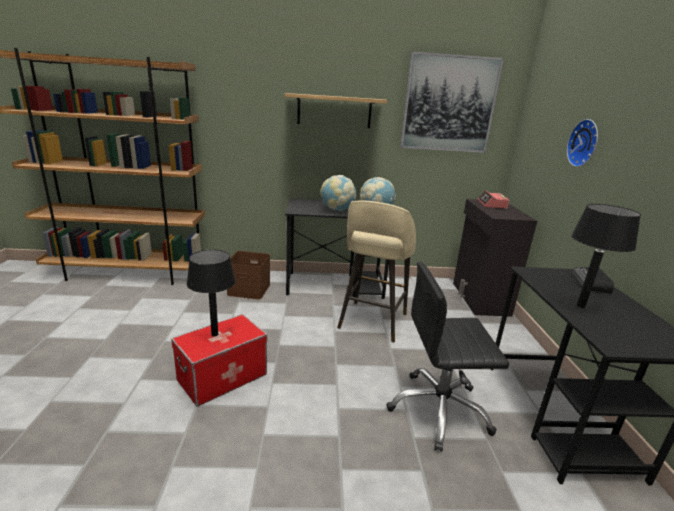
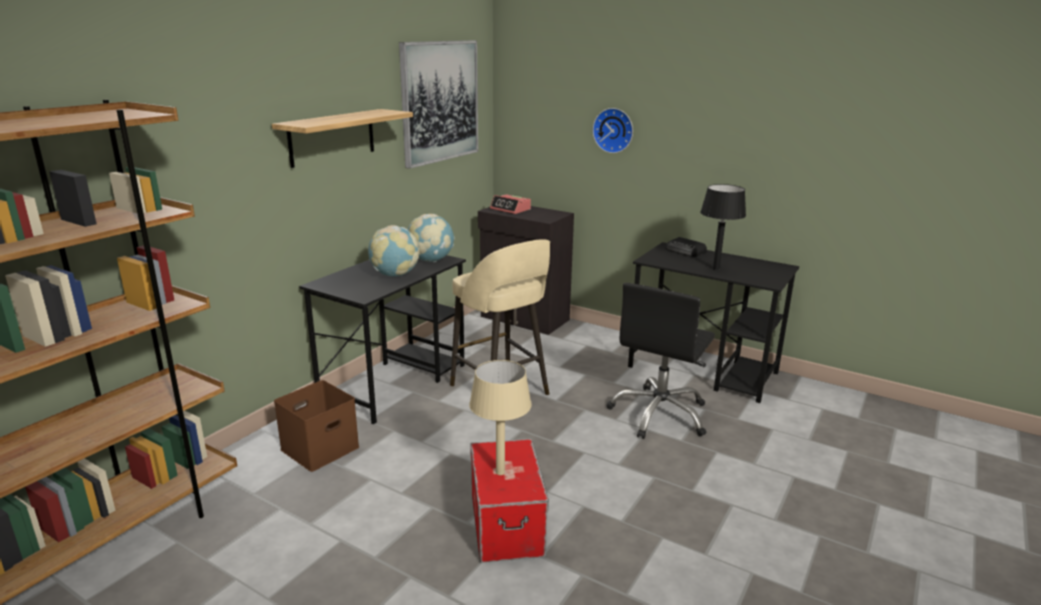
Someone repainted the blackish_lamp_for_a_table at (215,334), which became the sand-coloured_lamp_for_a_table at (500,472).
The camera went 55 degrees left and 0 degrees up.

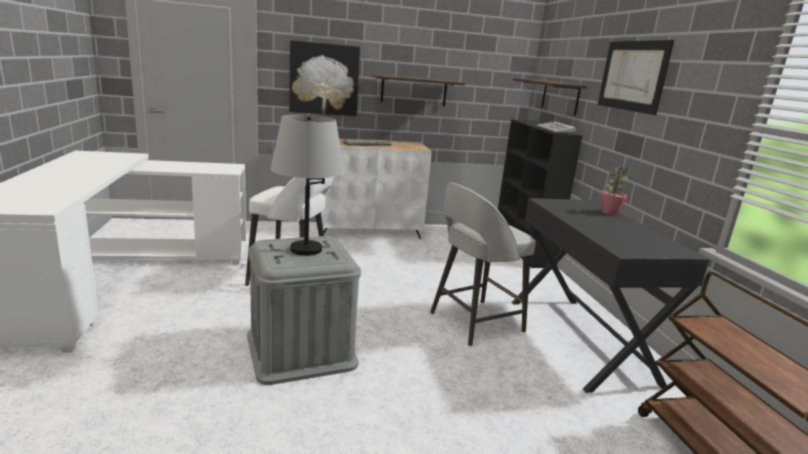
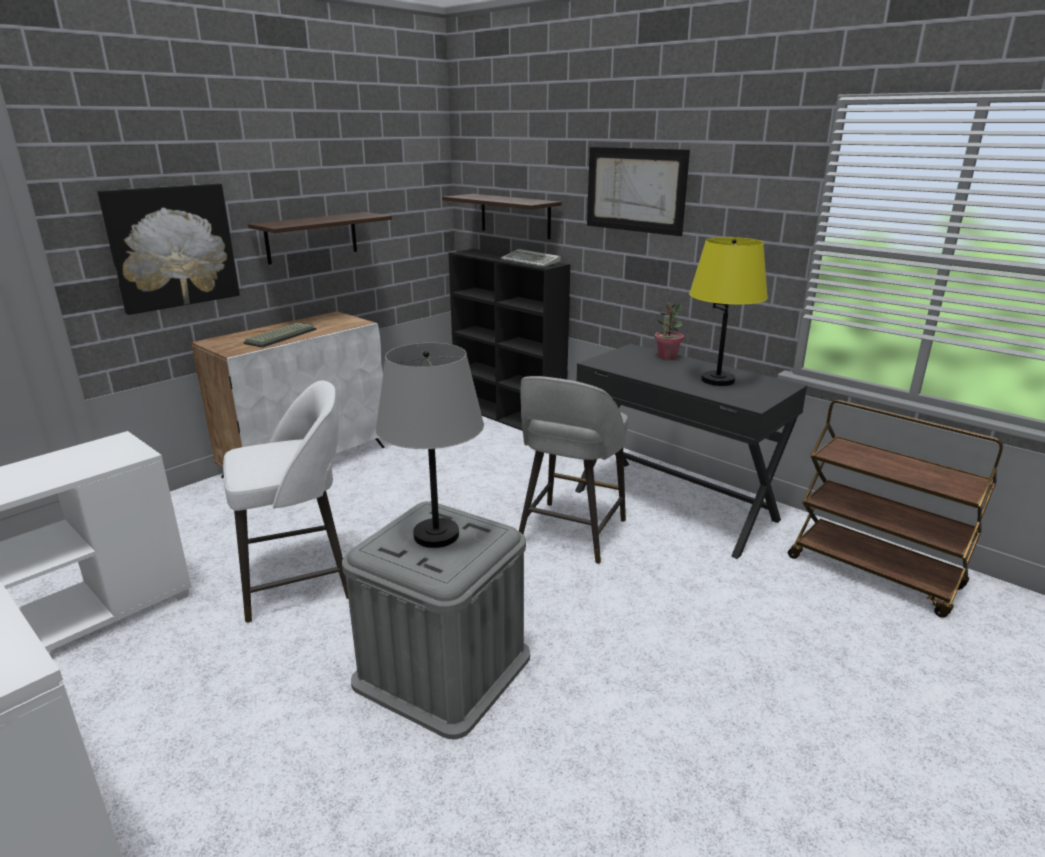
Someone put down the yellowish_lamp_for_a_table at (718,380).
The camera went 35 degrees left and 5 degrees up.

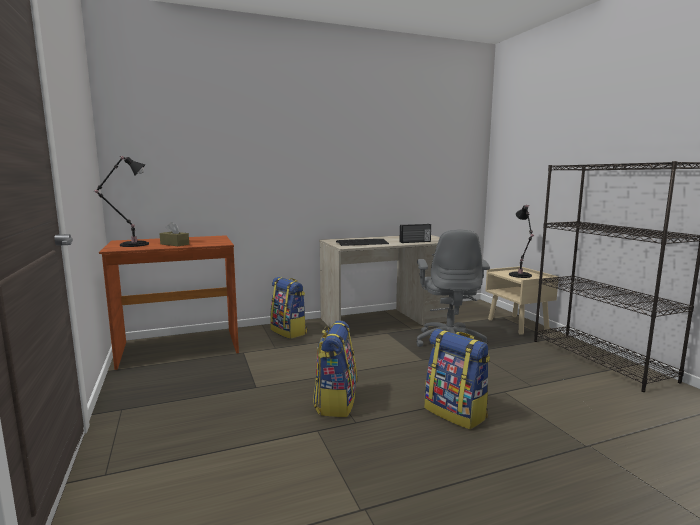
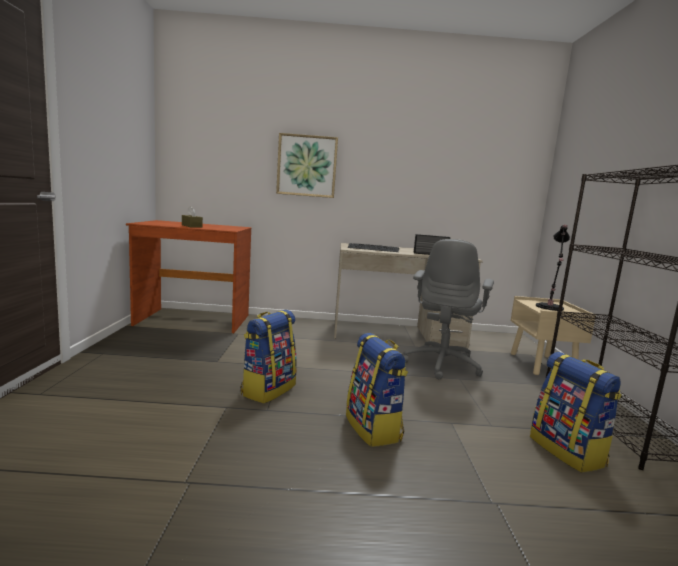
Someone put up the wall_art at (307,166).
Someone carried the knapsack from (289,332) to (568,451).
Someone took away the blackish_lamp_for_a_table at (131,245).
The camera went 20 degrees right and 0 degrees up.

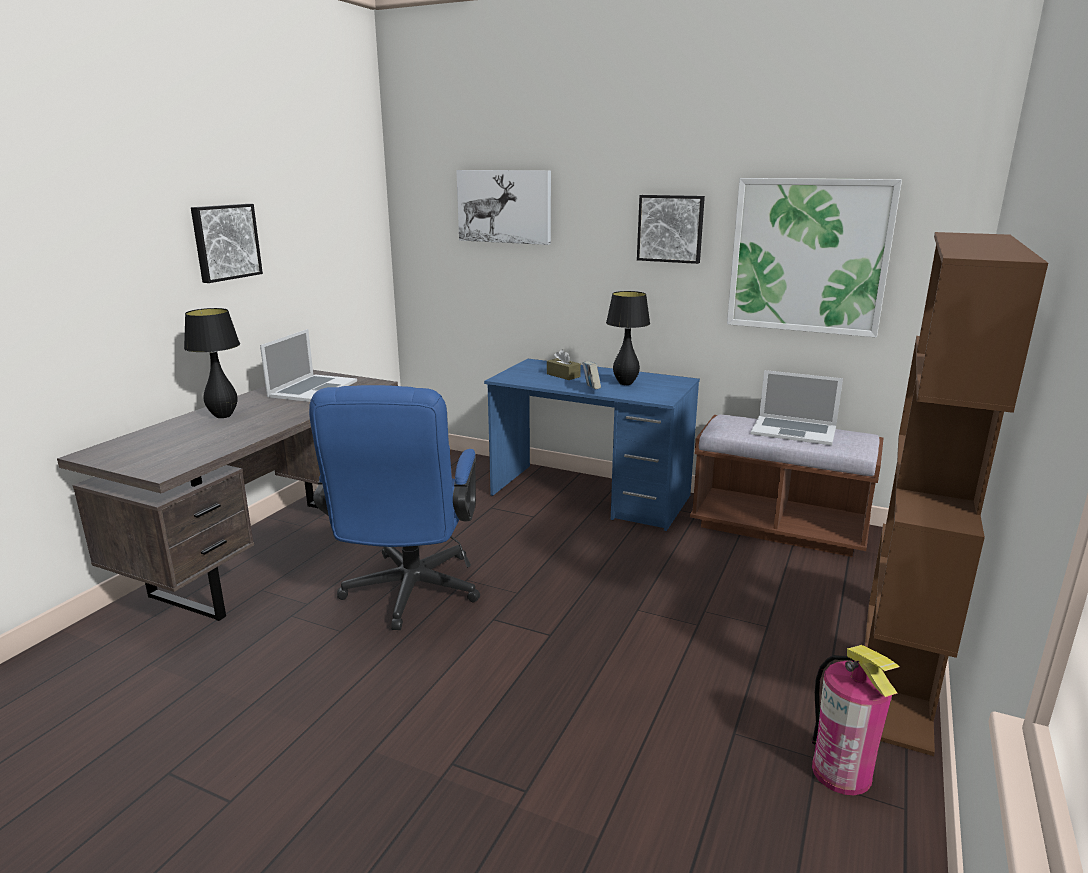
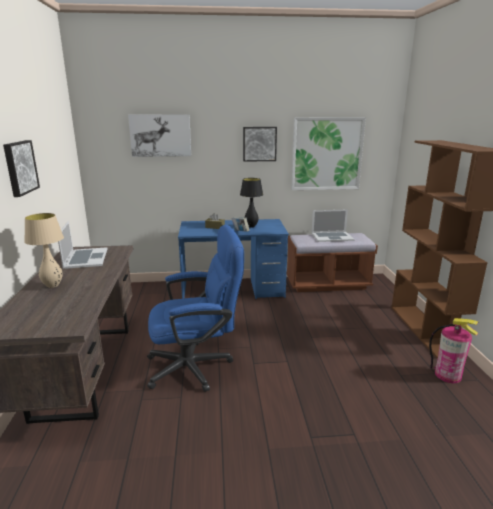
Someone repainted the blackish_lamp_for_a_table at (223,416), which became the sand-coloured_lamp_for_a_table at (53,286).
Someone rotated the blue-coloured_desk_chair at (408,596) by 75 degrees counterclockwise.
The camera went 30 degrees left and 0 degrees up.

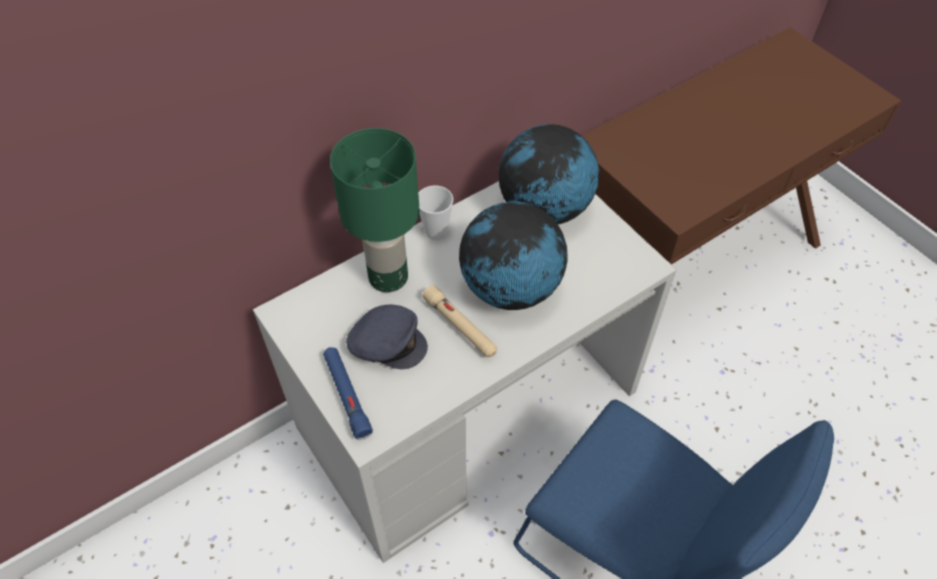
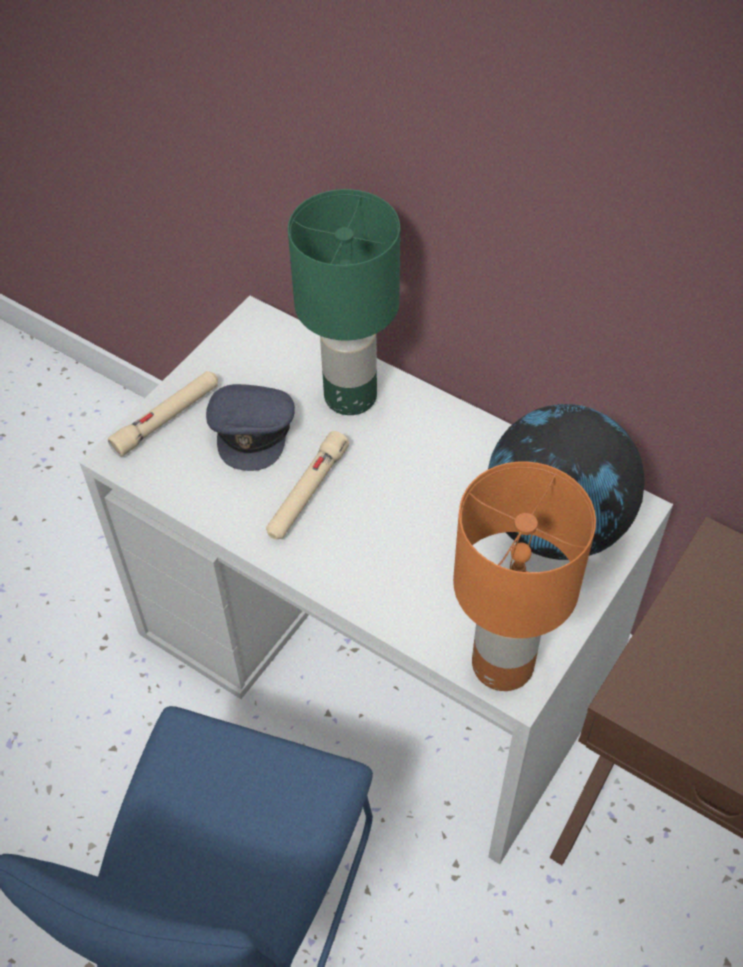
Someone repainted the blue-coloured_hand_torch at (347,395), which became the sand-coloured_hand_torch at (167,418).
Someone put down the orangey_lamp_for_a_table at (503,666).
Someone took away the small_cup at (436,232).
Someone took away the world_globe at (510,288).
The camera went 70 degrees right and 0 degrees up.

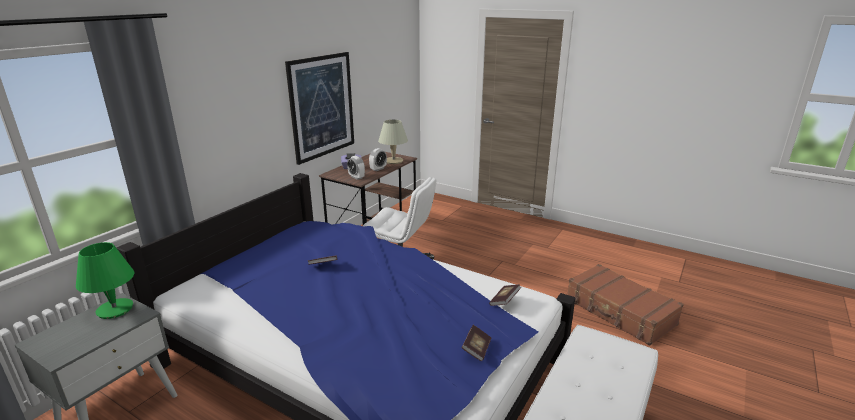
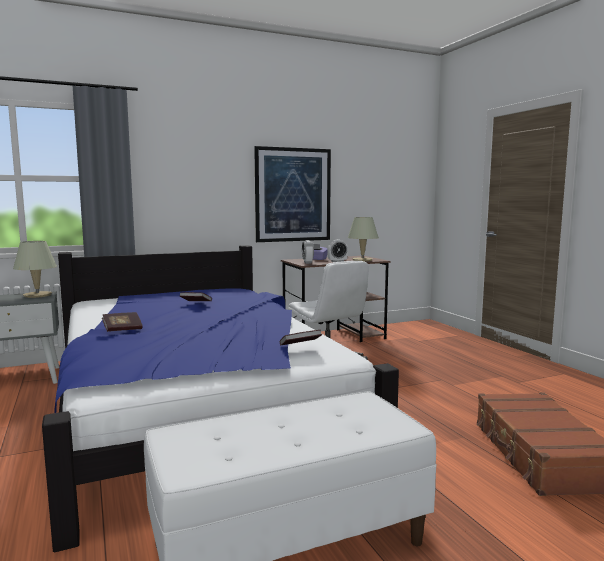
Someone repainted the green_lamp_for_a_table at (115,309), which became the sand-coloured_lamp_for_a_table at (38,295).
Someone carried the volume from (476,349) to (122,329).
The camera went 35 degrees right and 15 degrees down.

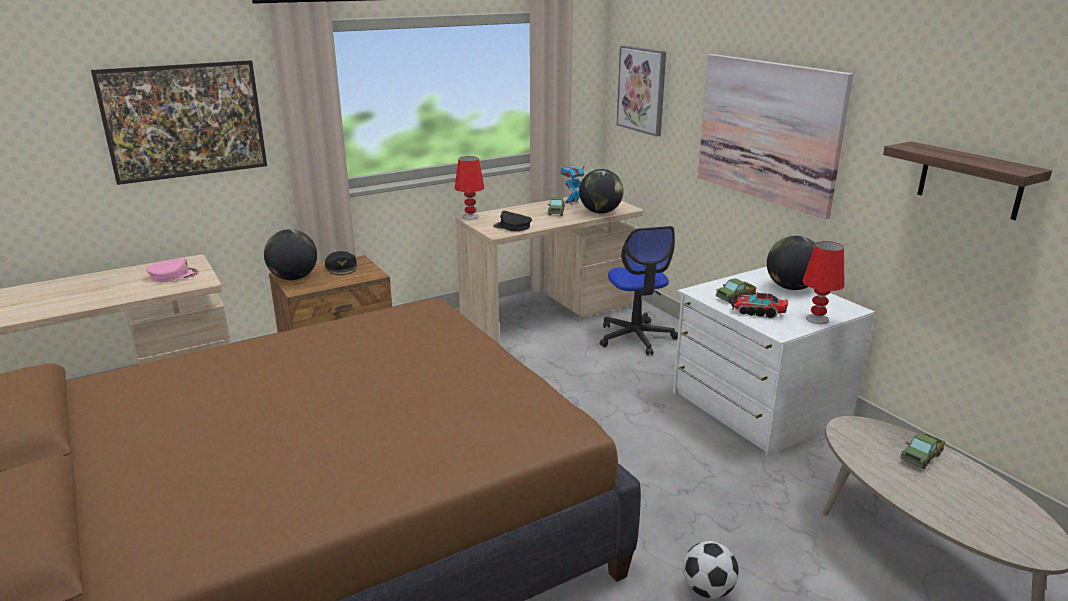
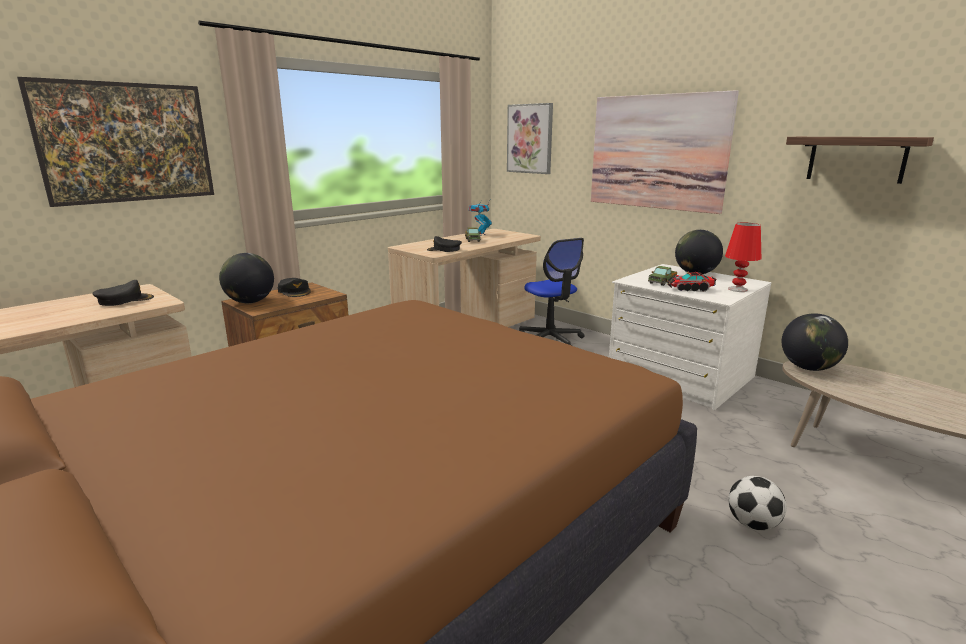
Someone repainted the pink-coloured_cap at (173,275), which became the blackish_cap at (125,300).
Someone carried the world_globe from (600,212) to (808,368).
Someone took away the red_lamp_for_a_table at (470,217).
Someone took away the toy_lorry at (921,457).
The camera went 15 degrees left and 5 degrees down.

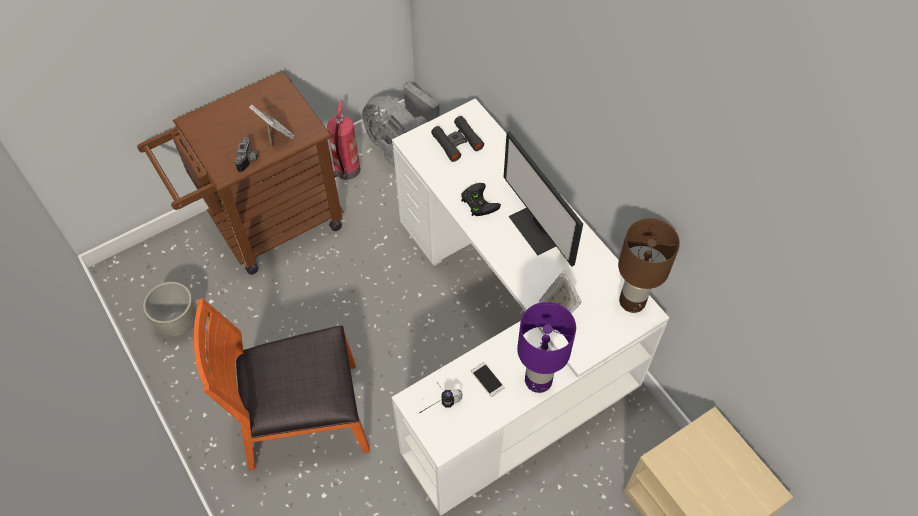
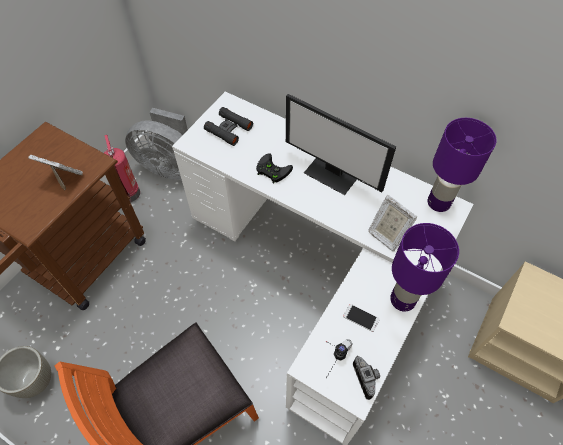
Someone carried the still_camera from (250,160) to (368,378).
Someone repainted the brown-coloured_lamp_for_a_table at (631,302), which became the purple-coloured_lamp_for_a_table at (438,203).
The camera went 25 degrees left and 0 degrees up.

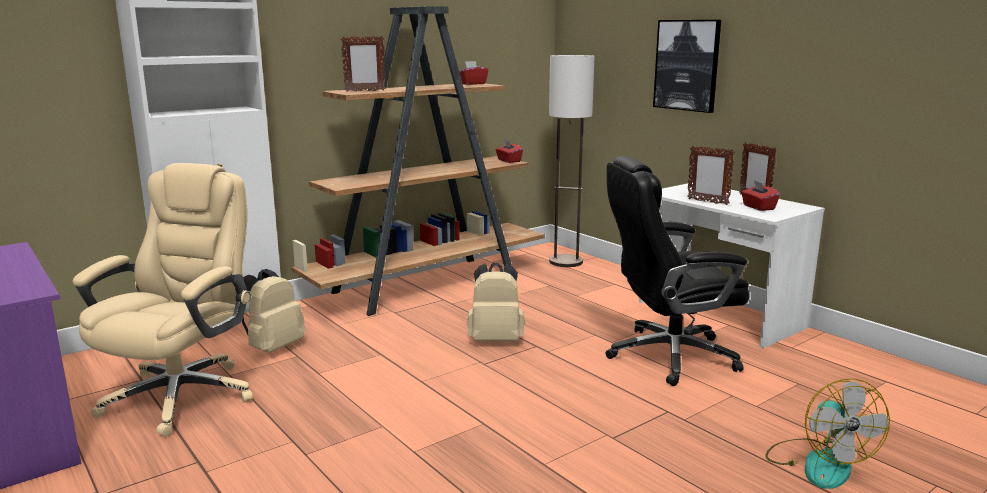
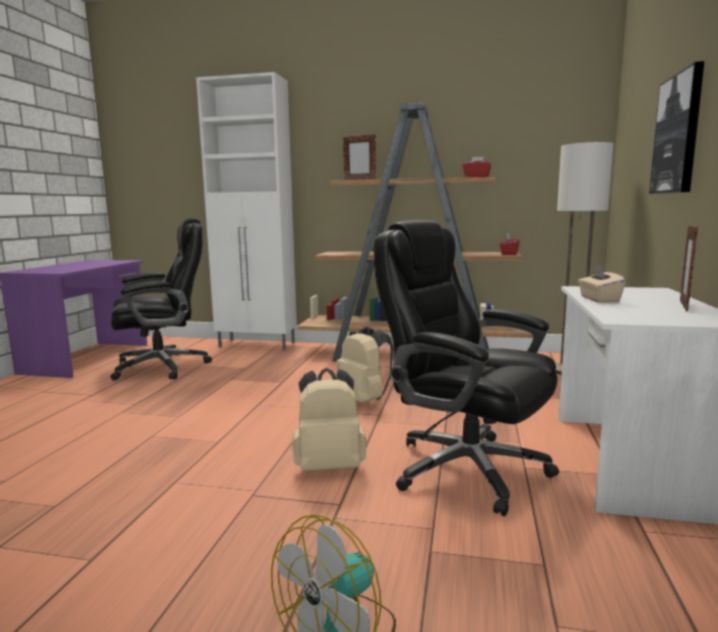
Someone repainted the sand-coloured_desk_chair at (182,395), which became the blackish_desk_chair at (163,367).
Someone carried the sand-coloured_knapsack from (273,347) to (329,466).
Someone swapped the picture_frame at (707,202) for the sand-coloured_tissue_holder at (599,299).
Someone took away the red_tissue_holder at (758,207).
The camera went 50 degrees right and 5 degrees down.

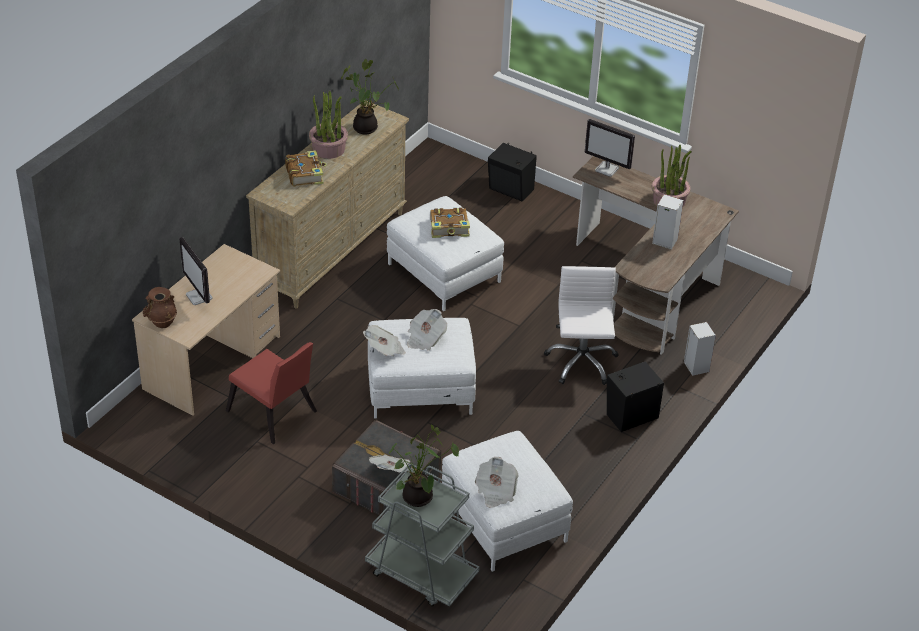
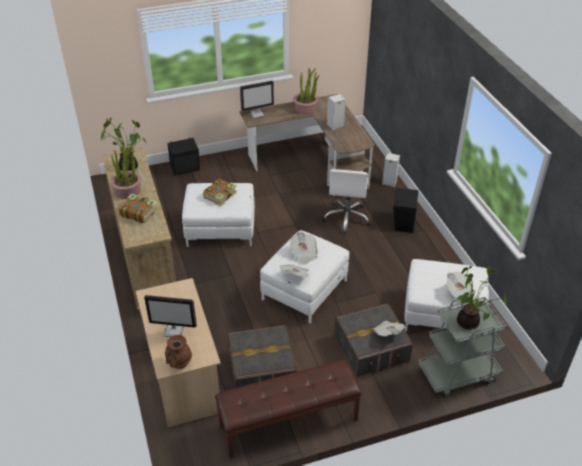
Someone put down the brown-coloured_indoor_bench at (288,423).
Someone swapped the red_plain_chair at (274,415) for the gray_storage_bin at (262,369).
Someone rotated the white_desk_chair at (581,362) by 120 degrees counterclockwise.
The camera went 50 degrees left and 0 degrees up.

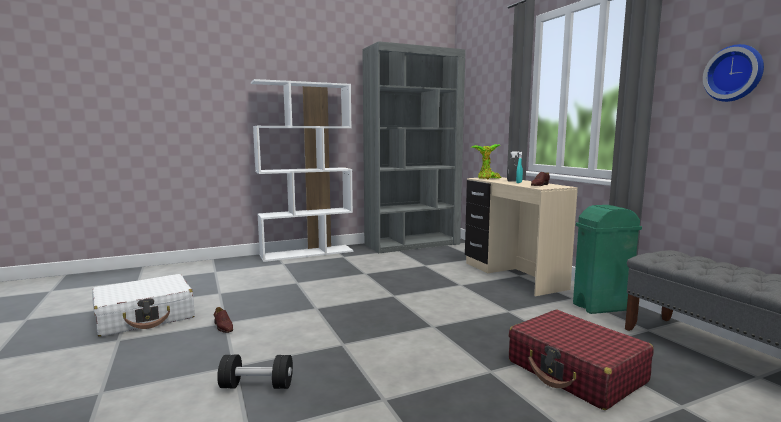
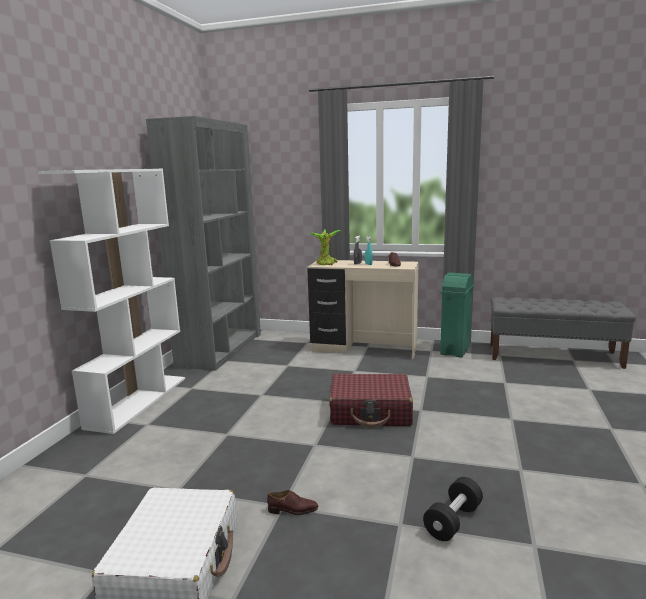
Someone carried the red_travel_case from (576,372) to (370,412).
Someone took away the hanging_clock at (734,73).
The camera went 50 degrees left and 5 degrees up.

